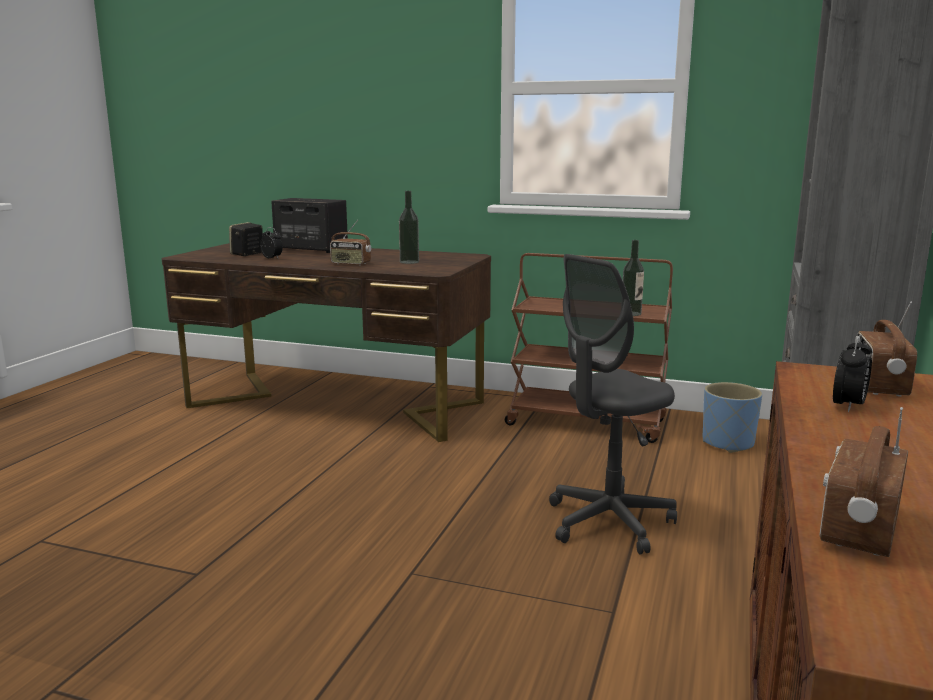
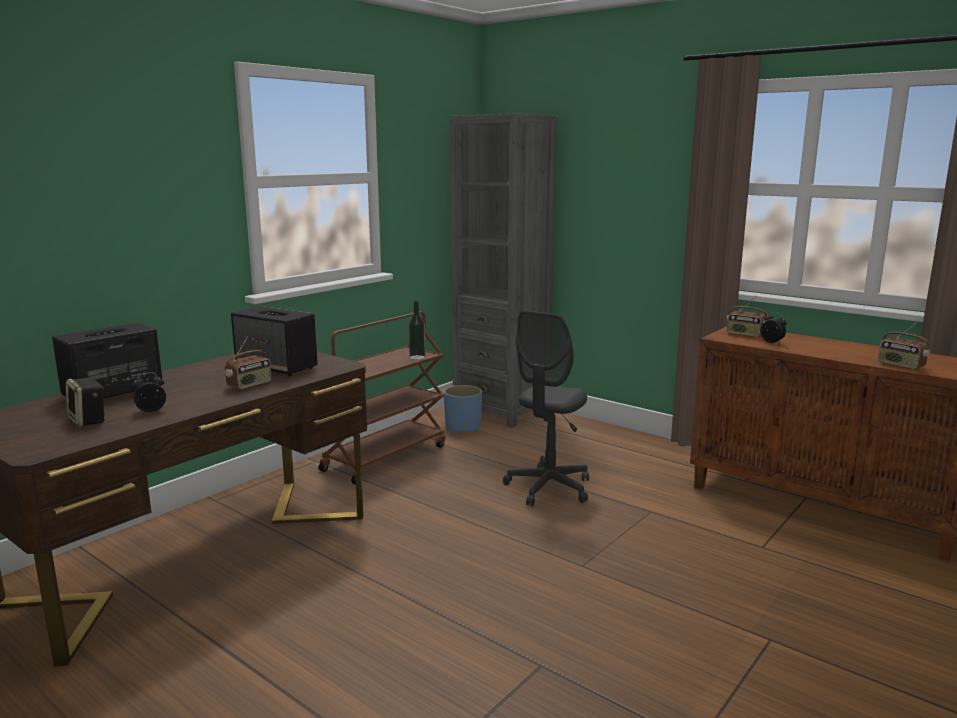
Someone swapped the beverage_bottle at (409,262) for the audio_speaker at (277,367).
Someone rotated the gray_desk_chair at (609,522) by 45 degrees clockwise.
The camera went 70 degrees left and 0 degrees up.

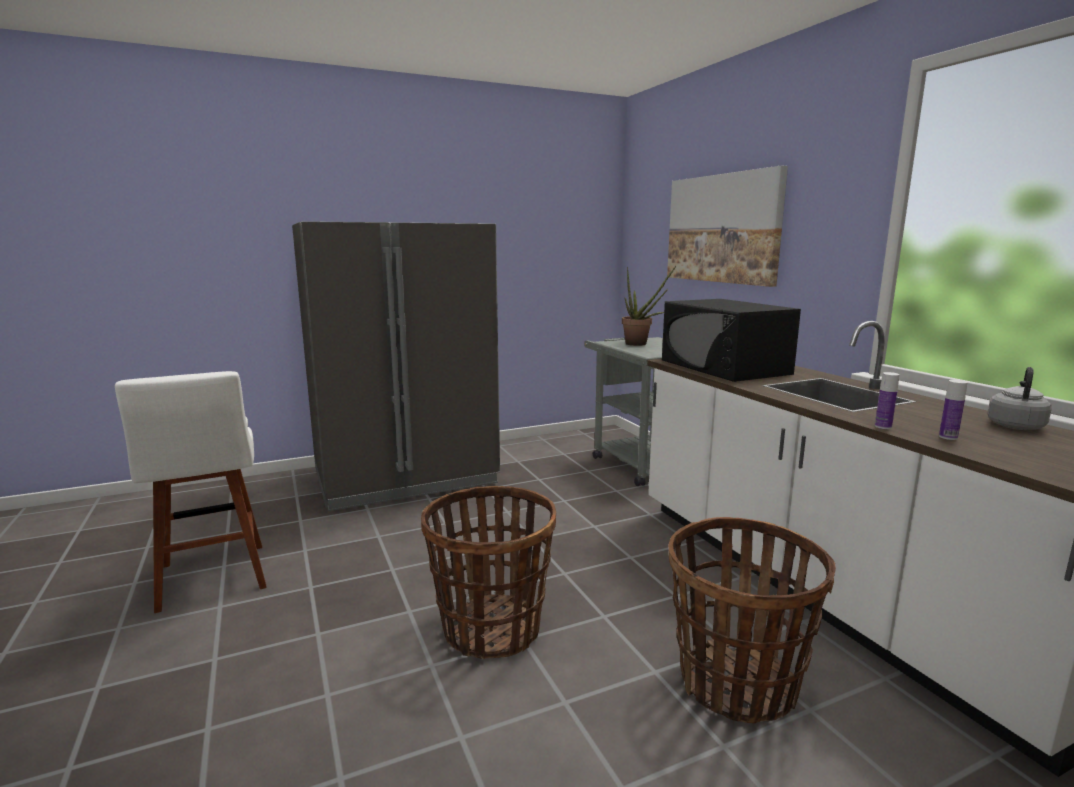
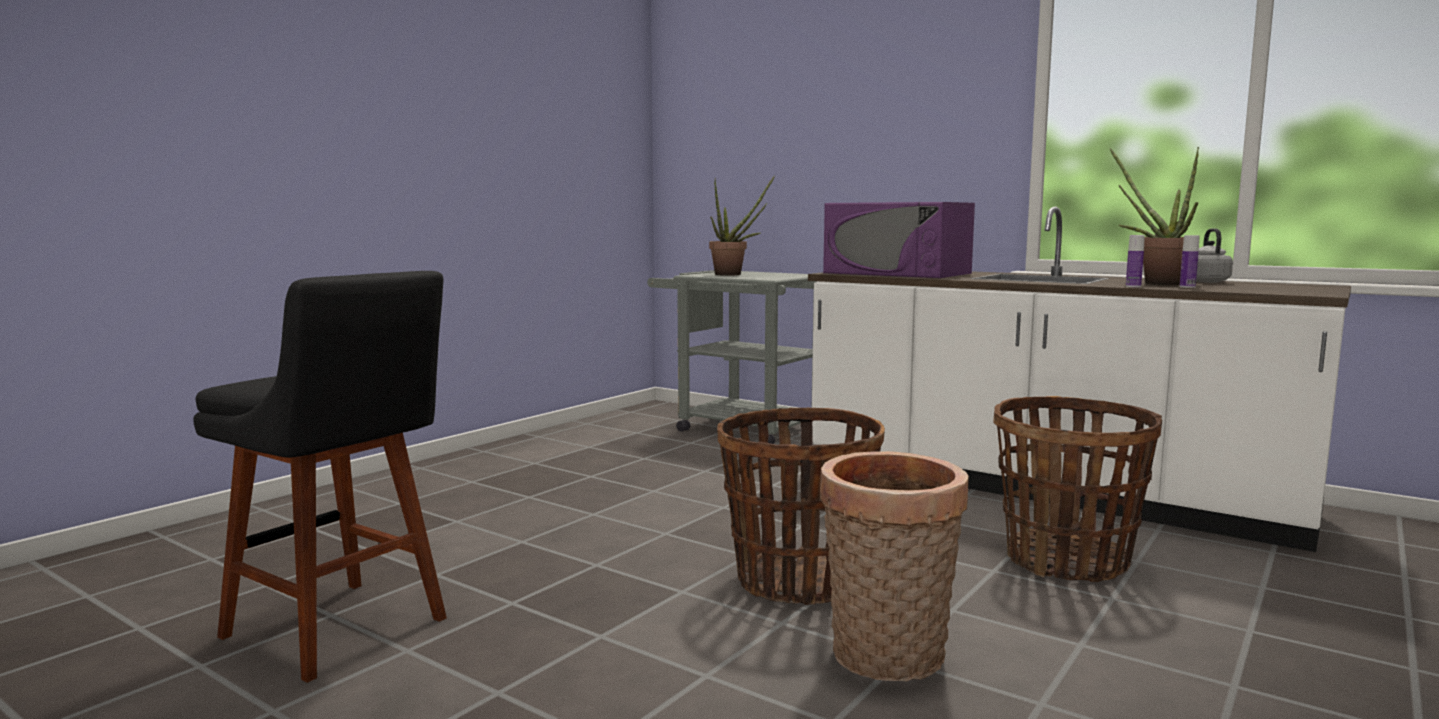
Someone repainted the white_stool at (213,579), which became the blackish_stool at (341,631).
Someone put down the basket at (887,660).
Someone repainted the blackish_microwave at (724,367), which became the purple-coloured_microwave at (897,273).
Someone put down the houseplant at (1155,283).
Someone took away the gray_refrigerator at (405,477).
Someone took away the wall_art at (722,228).
The camera went 30 degrees left and 5 degrees down.

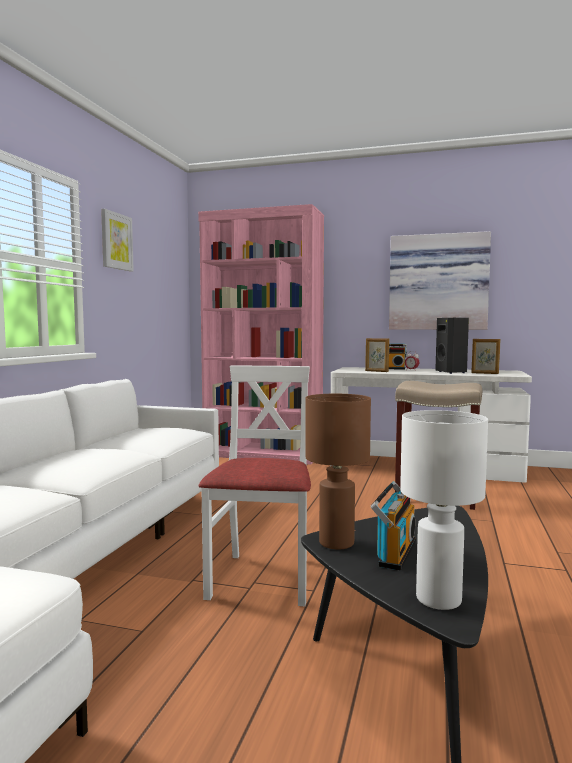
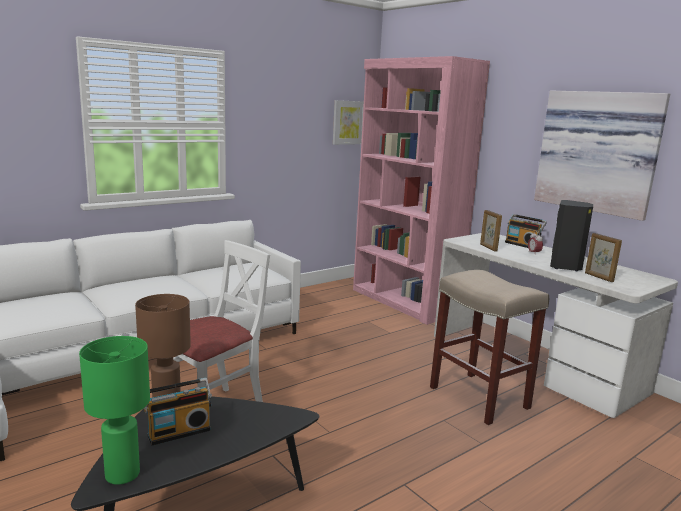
Someone repainted the white_lamp_for_a_table at (438,600), which became the green_lamp_for_a_table at (121,475).
Someone carried the wall_art from (116,241) to (348,122).
The camera went 35 degrees right and 10 degrees up.

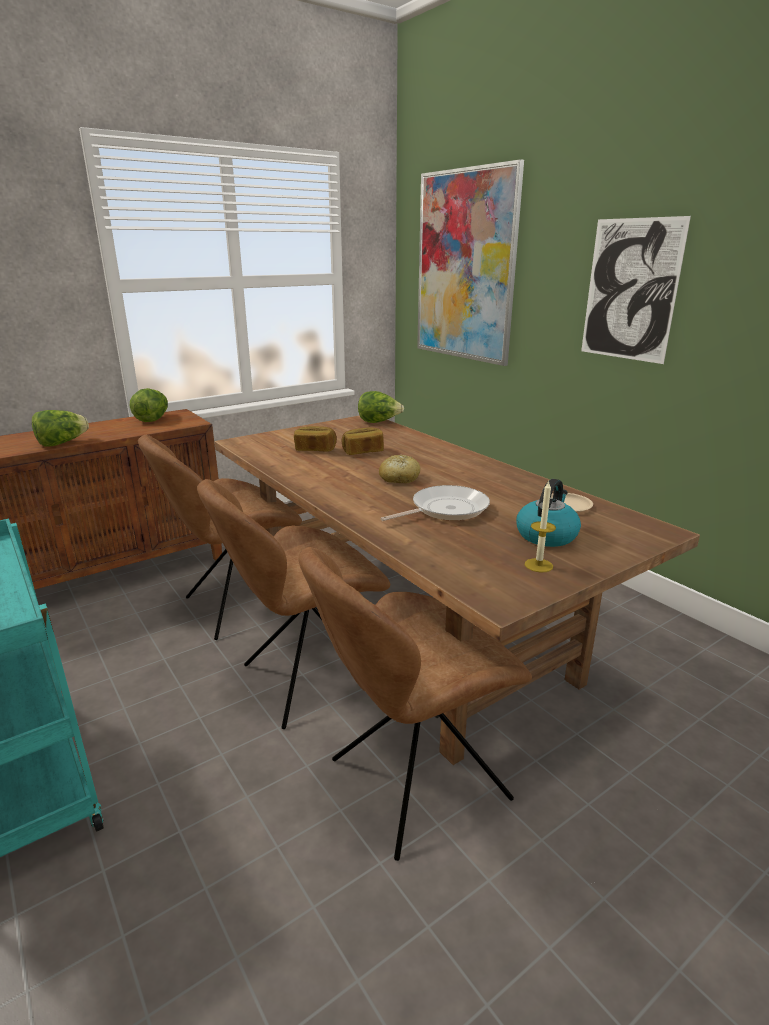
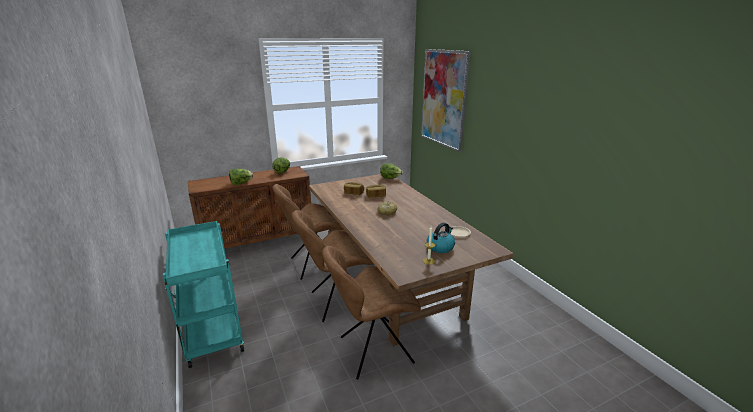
Someone took away the frying_pan at (445,509).
Someone took away the wall_art at (630,290).
The camera went 10 degrees right and 0 degrees up.

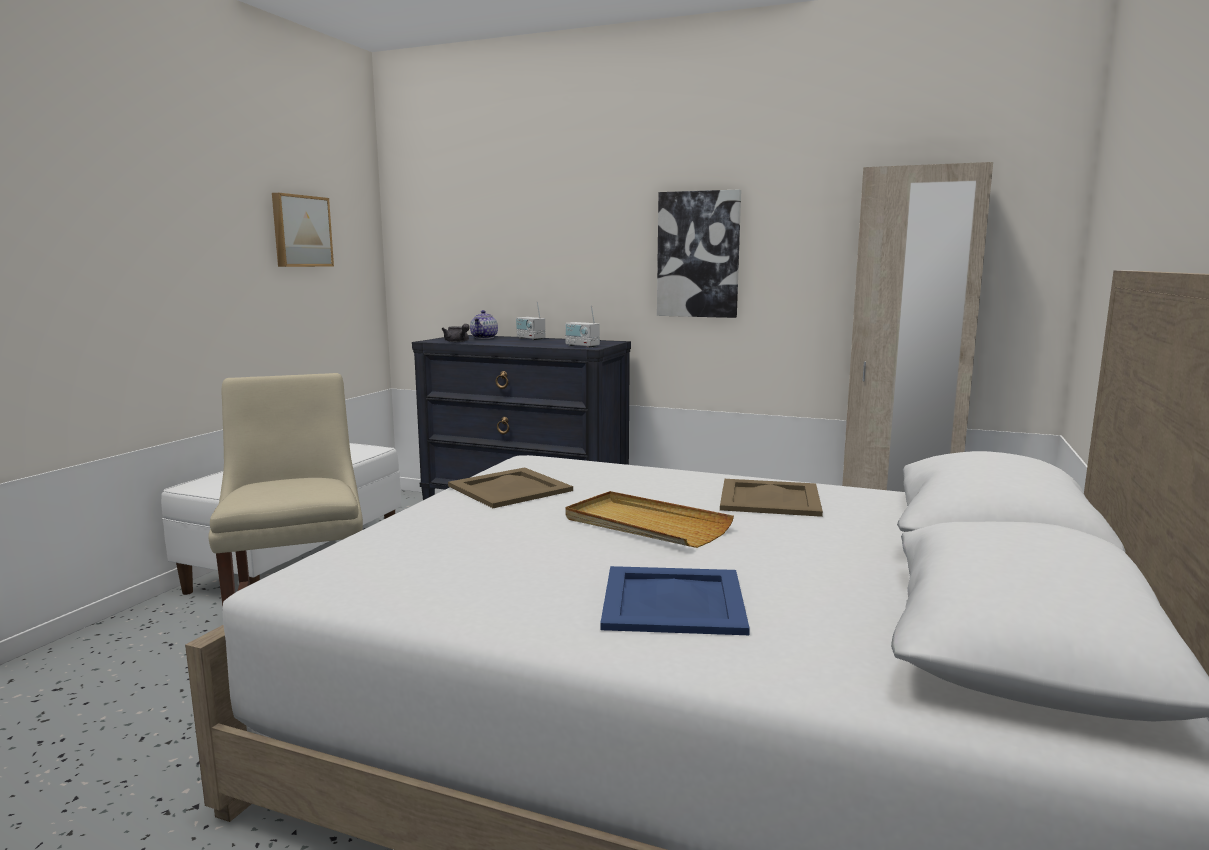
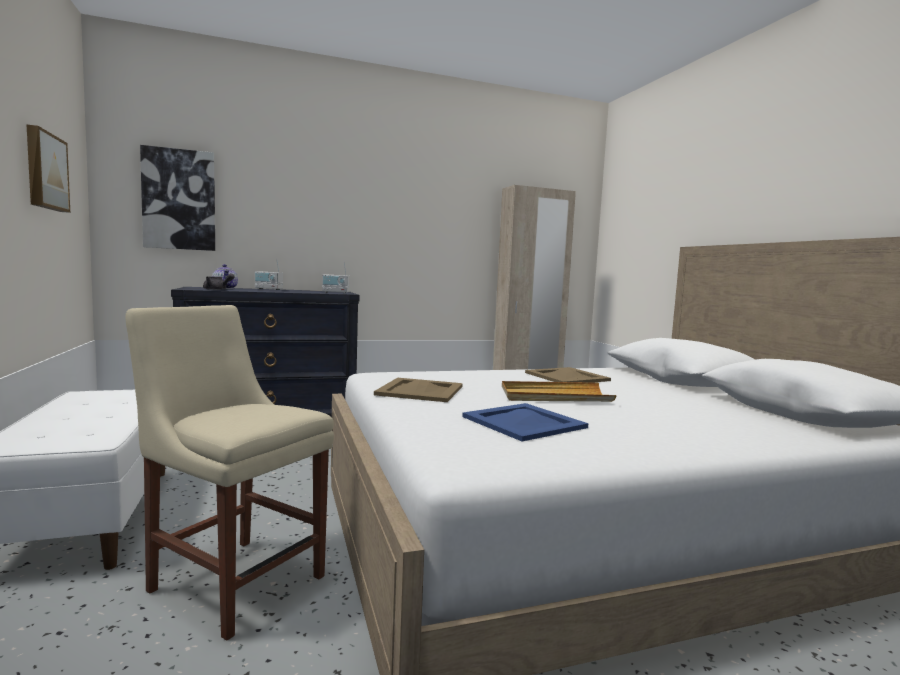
Someone carried the wall_art from (698,254) to (179,200).
Someone carried the blue-coloured_carrying_tray from (672,600) to (522,422).
The camera went 40 degrees left and 5 degrees down.

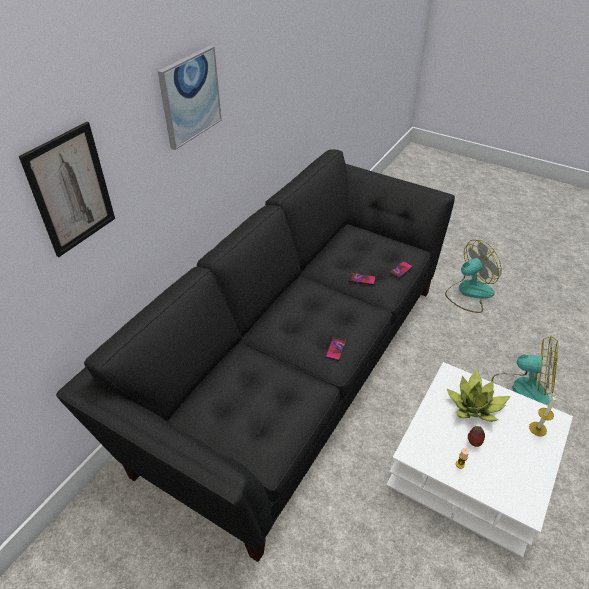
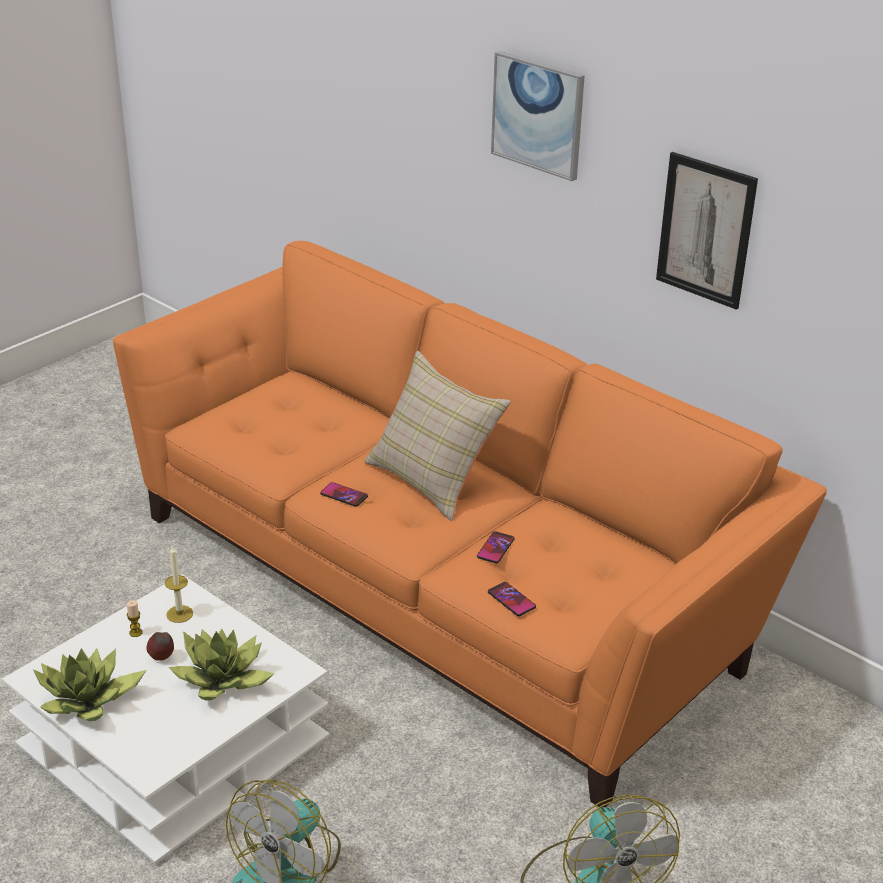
Someone put down the houseplant at (88,700).
Someone repainted the blackish_sofa at (294,366), which became the orangey_sofa at (441,584).
Someone carried the wax_candle from (537,429) to (179,614).
Someone put down the sand-coloured_throw_pillow at (433,479).
Someone carried the wall_art from (71,190) to (705,230).
The camera went 100 degrees right and 10 degrees down.

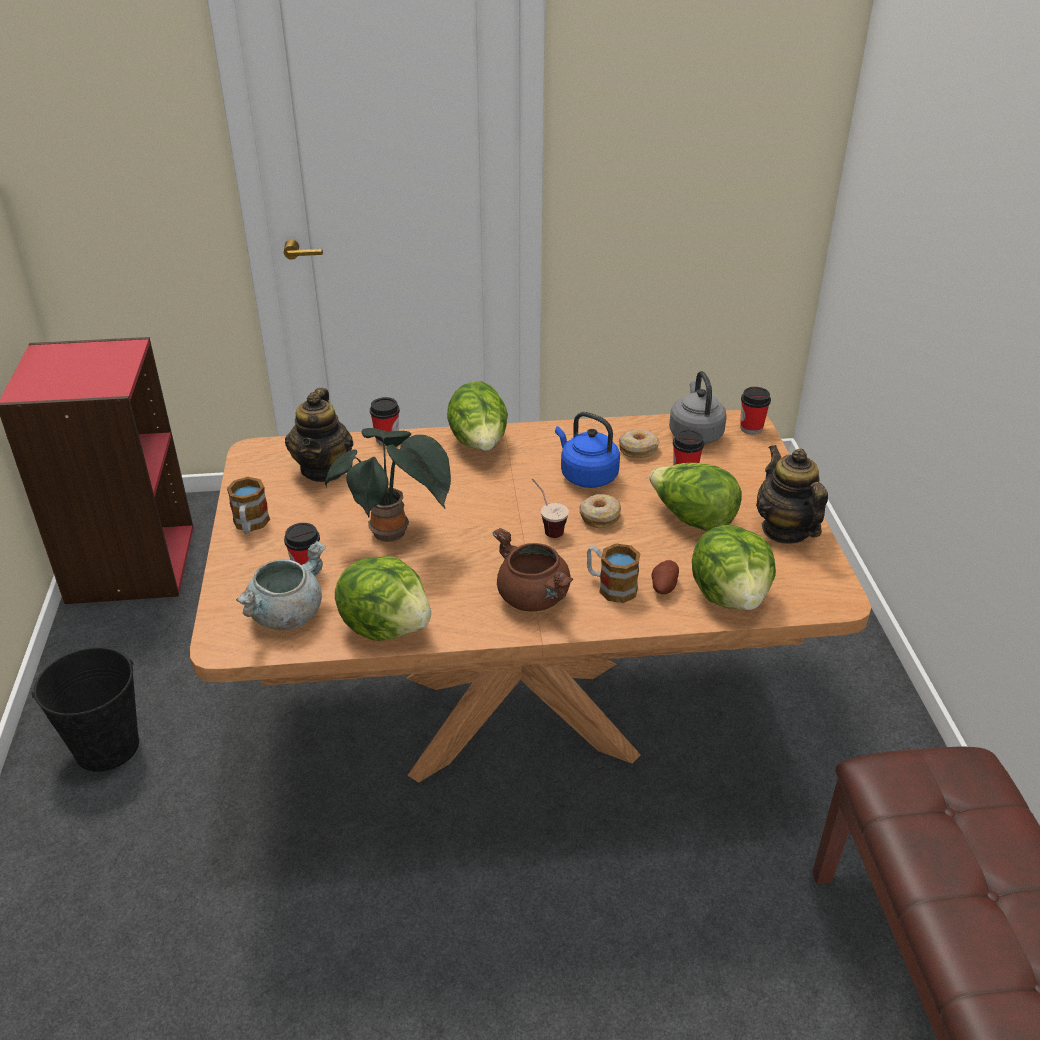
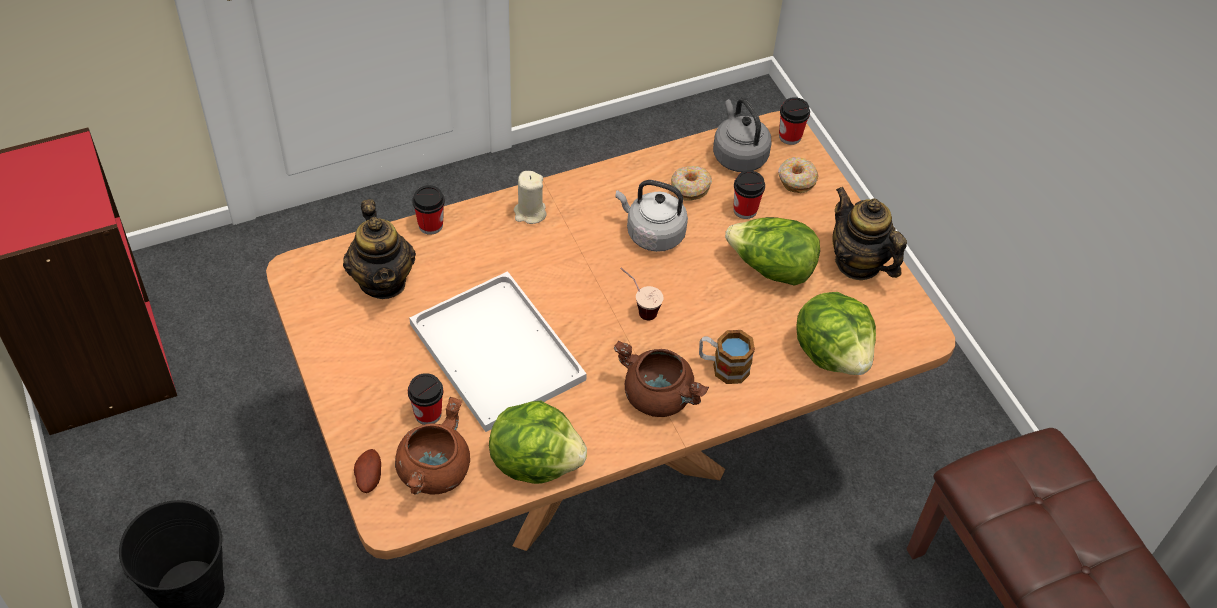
Someone carried the potato from (663,587) to (368,478).
Someone repainted the gray_cooking_pot at (286,614), which became the brown-coloured_cooking_pot at (433,471).
Someone swapped the houseplant at (393,534) for the white_carrying_tray at (493,350).
Someone swapped the lettuce_head at (479,444) for the sand-coloured_wax_candle at (530,213).
Someone repainted the blue-coloured_tea_kettle at (586,476), which became the gray_tea_kettle at (652,233).
Someone carried the donut from (599,516) to (796,179).
Someone took away the mug at (250,525).
The camera went 20 degrees left and 15 degrees up.

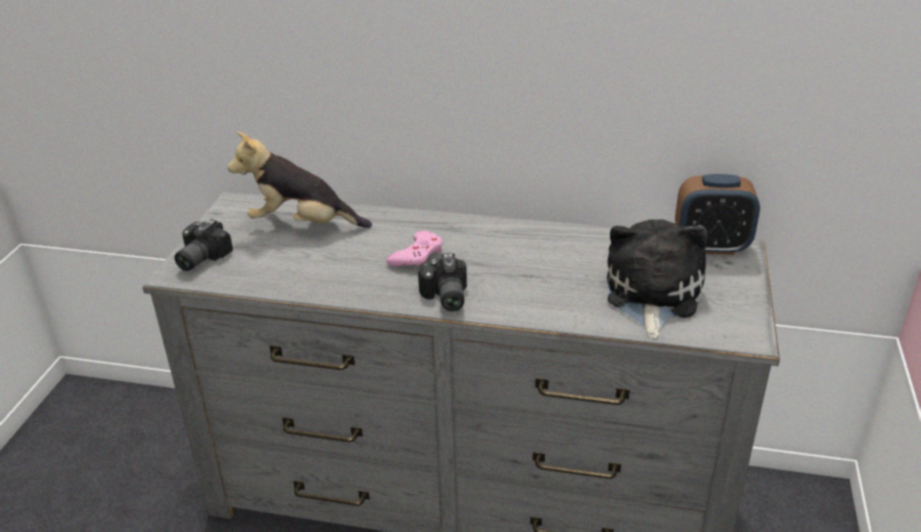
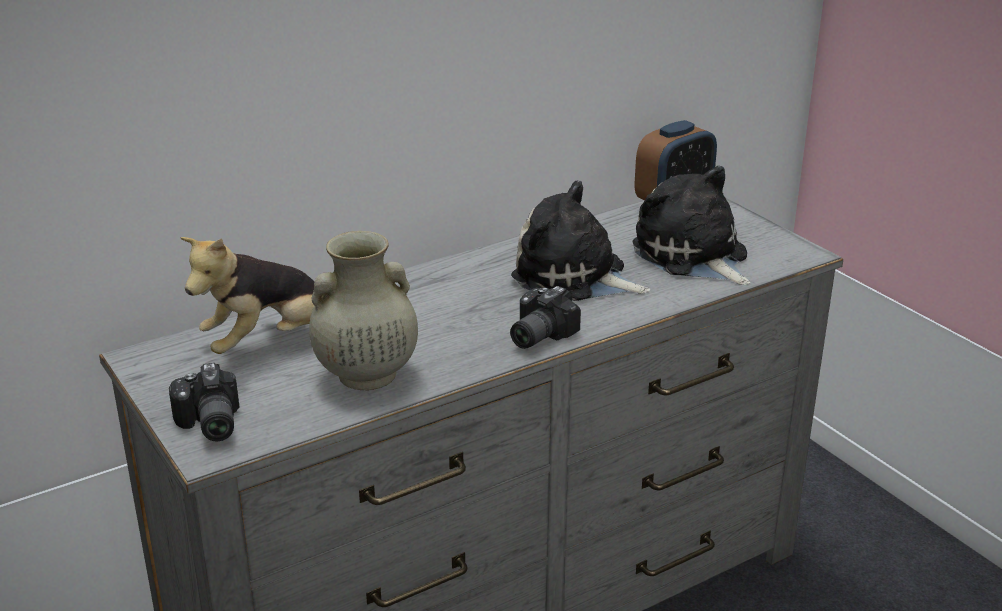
Someone put down the sand-coloured_decorative_vase at (365,375).
Someone rotated the still_camera at (444,297) by 90 degrees clockwise.
Someone put down the plush_toy at (574,277).
Someone took away the pink-coloured_gamepad at (417,255).
The camera went 45 degrees left and 5 degrees down.

